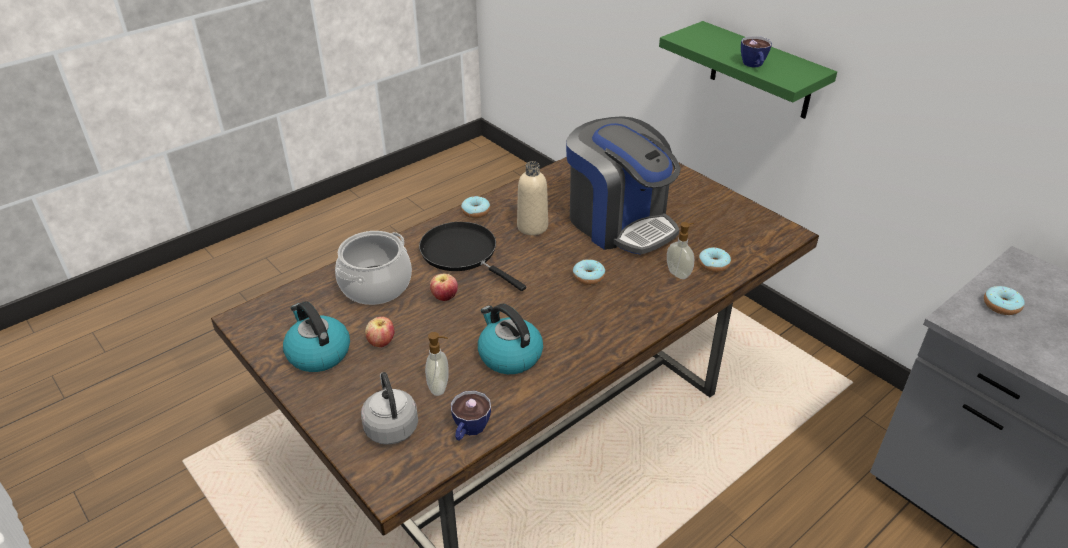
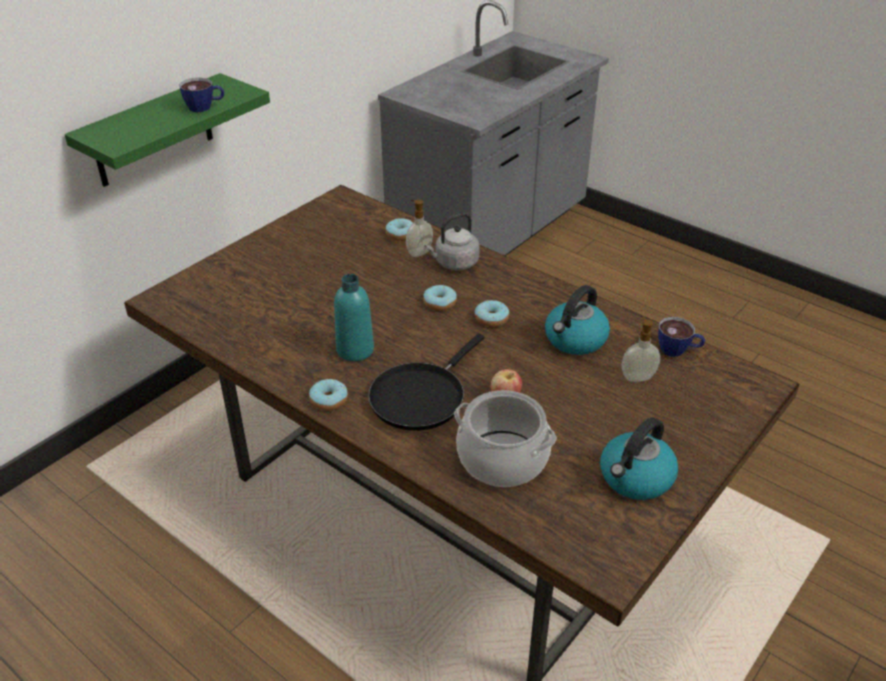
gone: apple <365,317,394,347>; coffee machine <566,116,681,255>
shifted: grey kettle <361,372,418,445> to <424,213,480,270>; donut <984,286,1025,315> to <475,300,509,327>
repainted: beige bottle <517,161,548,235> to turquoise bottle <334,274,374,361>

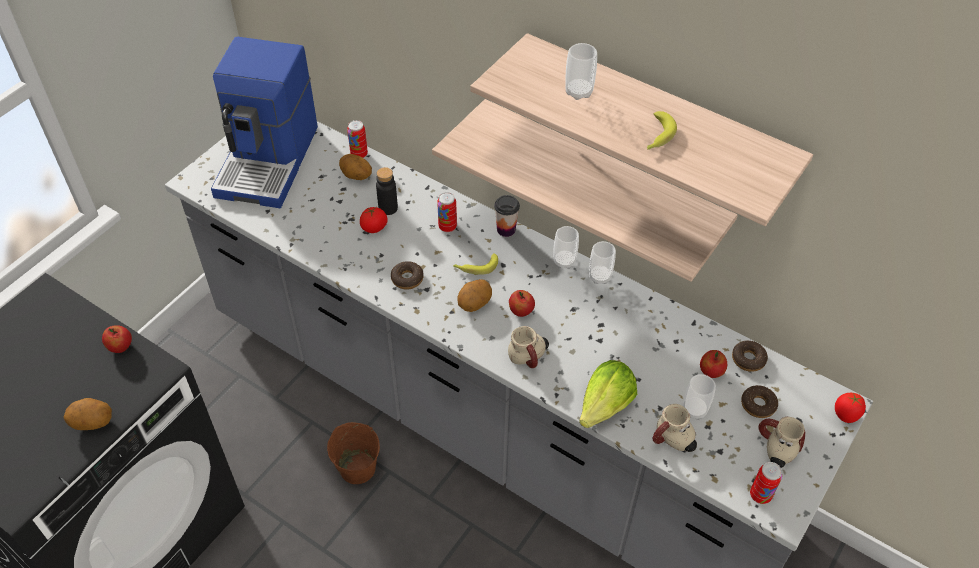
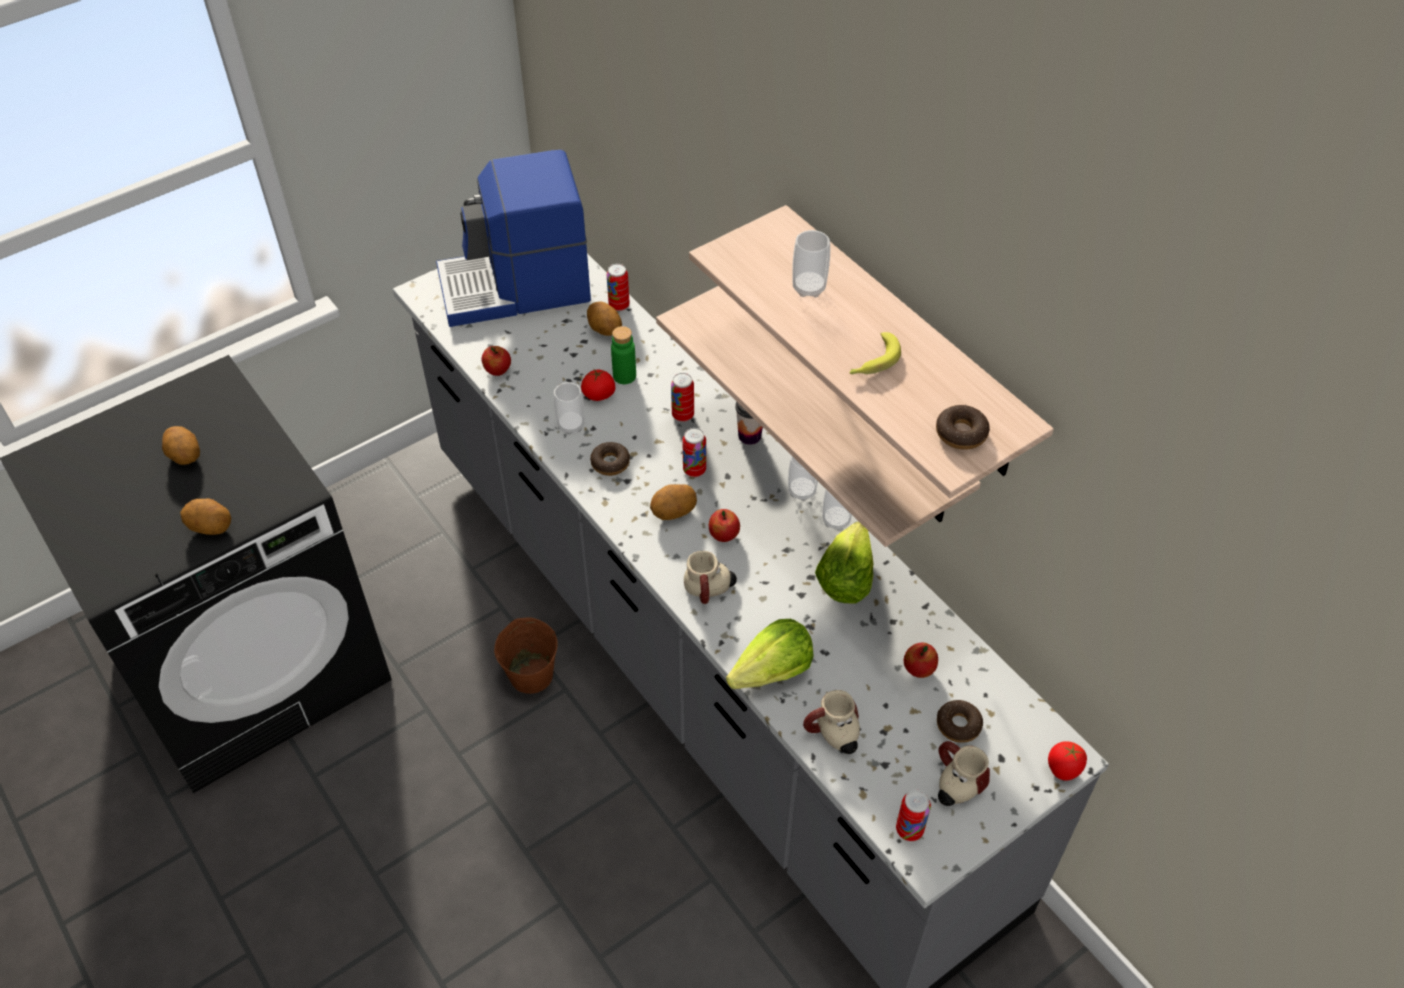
new: potato <162,426,200,465>; lettuce <815,521,873,604>
shifted: apple <102,325,132,353> to <481,346,511,376>; cup <683,374,716,420> to <554,382,584,434>; donut <732,341,768,372> to <936,405,990,450>
swapped: banana <453,253,498,275> to can <682,428,706,477>
repainted: black bottle <376,167,398,215> to green bottle <611,326,636,384>
rotated: coffee machine <211,37,318,208> = <436,150,591,327> 45 degrees clockwise

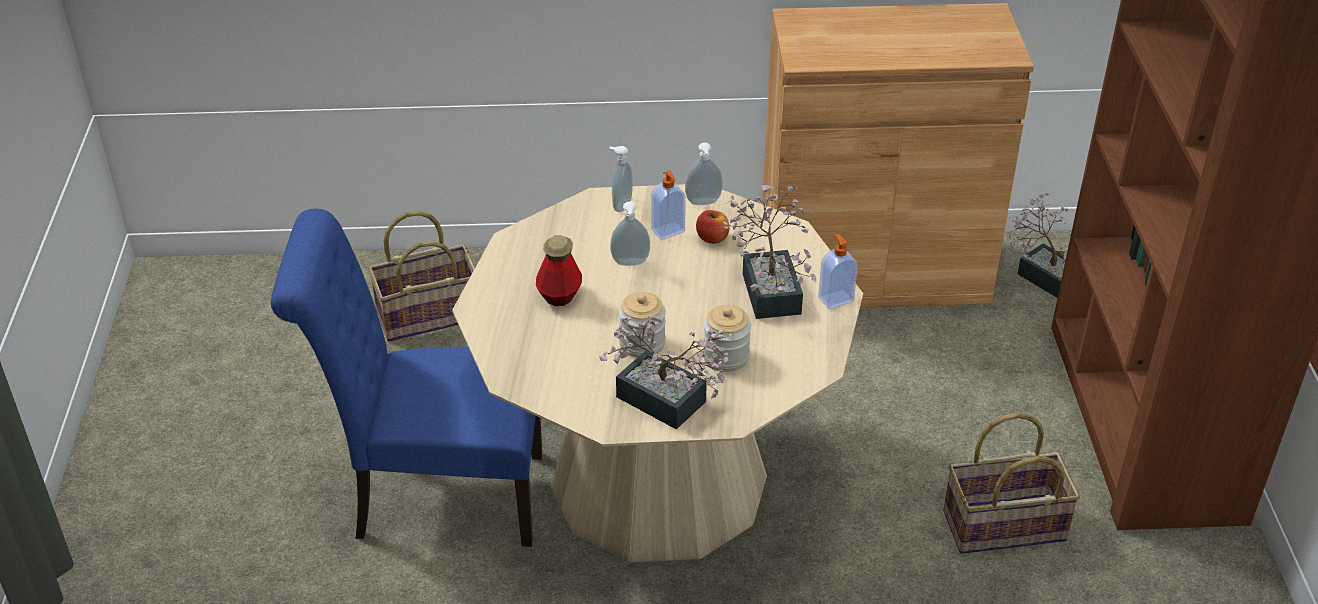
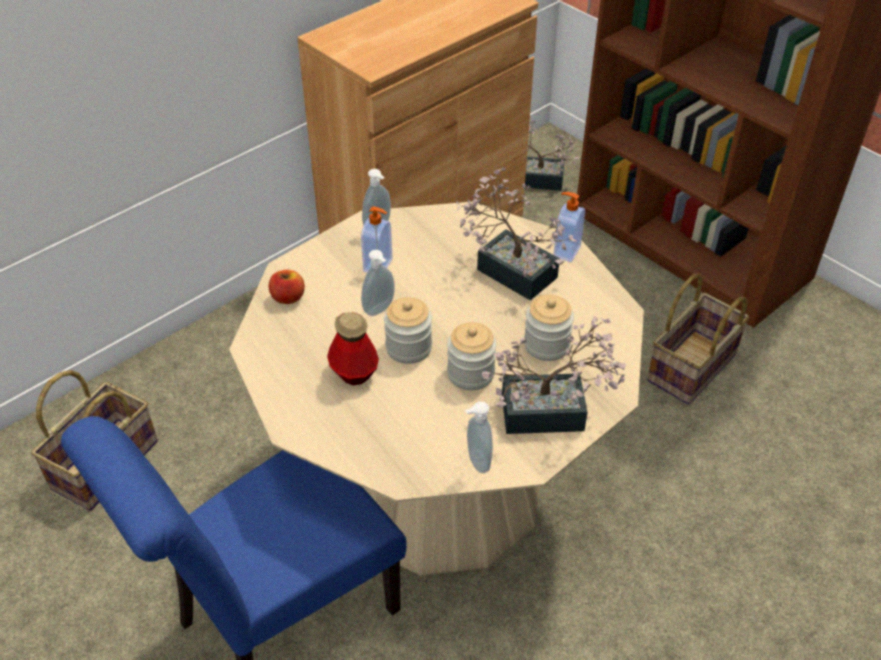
new: jar <384,297,432,364>
shifted: soap dispenser <609,146,633,212> to <465,401,493,473>; apple <696,210,729,244> to <269,270,305,304>

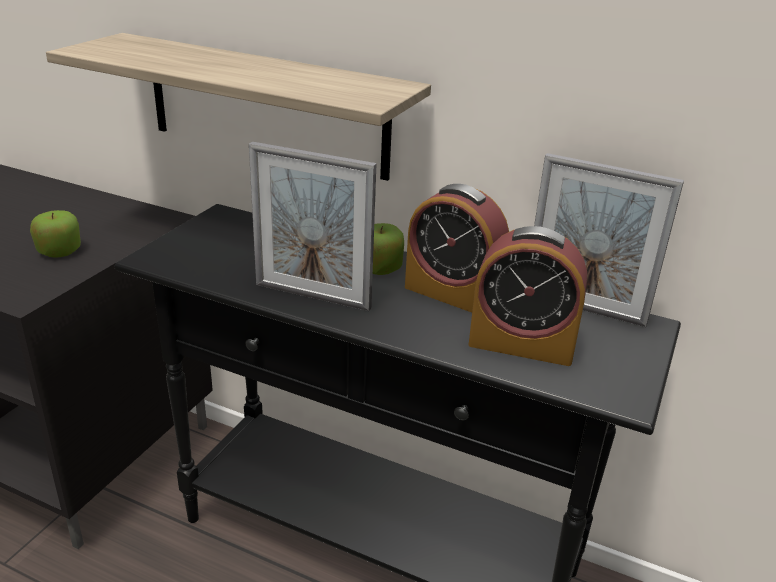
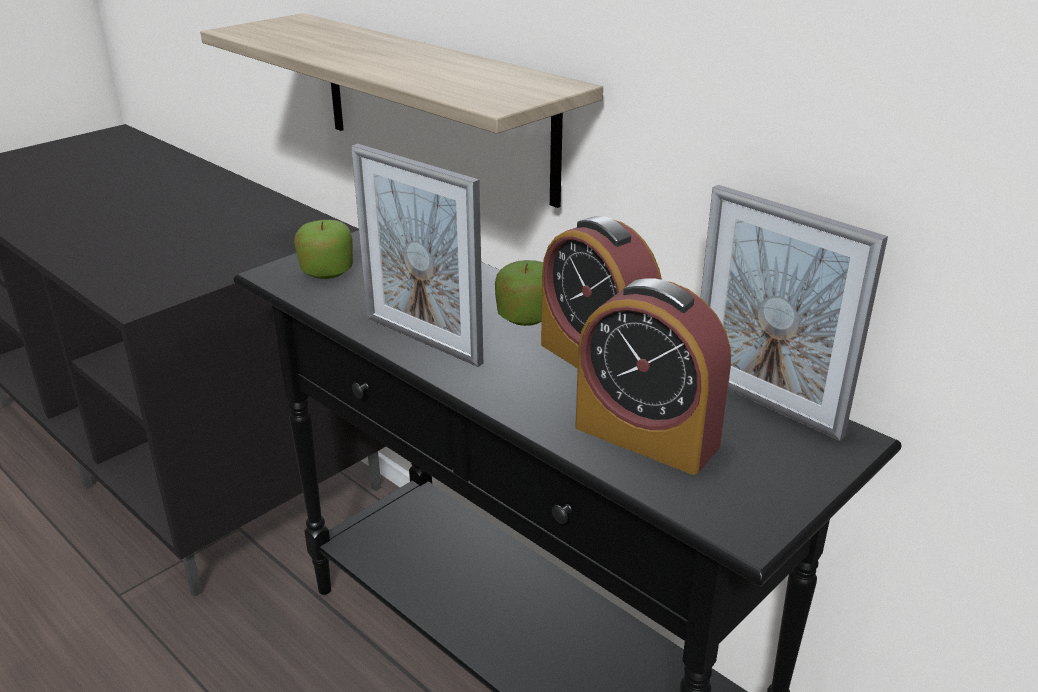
shifted: apple <30,210,81,258> to <294,220,353,279>

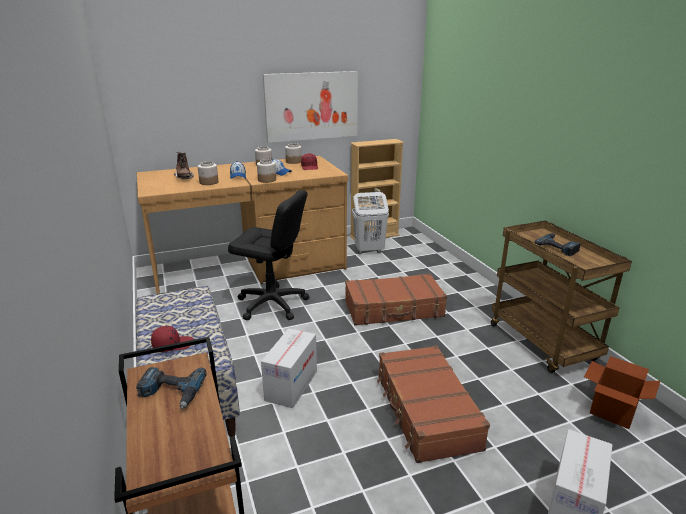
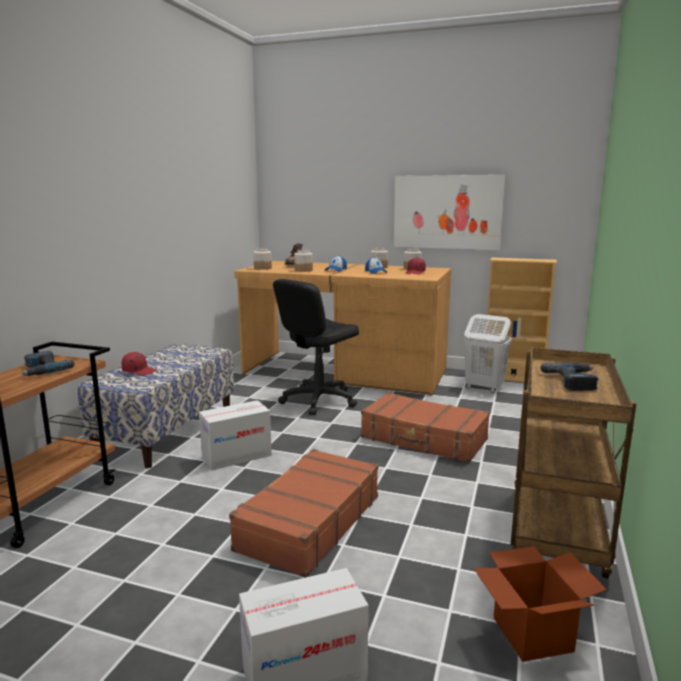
shifted: jar <257,159,276,183> to <253,249,272,270>
rotated: black office chair <228,190,310,320> = <273,279,359,415> 75 degrees clockwise

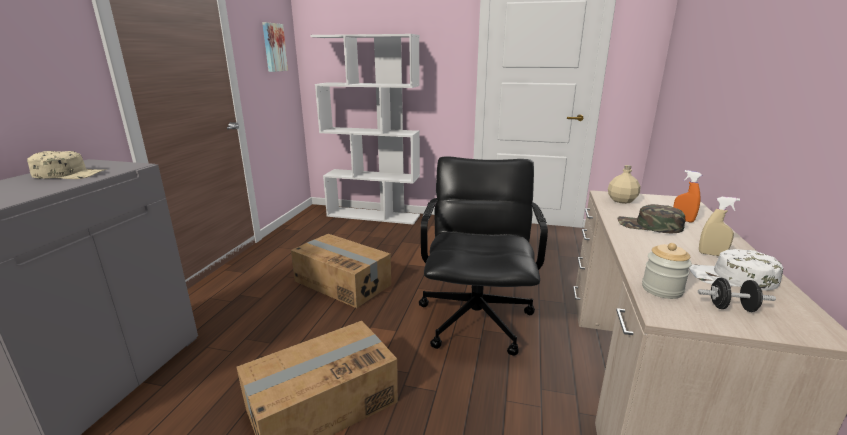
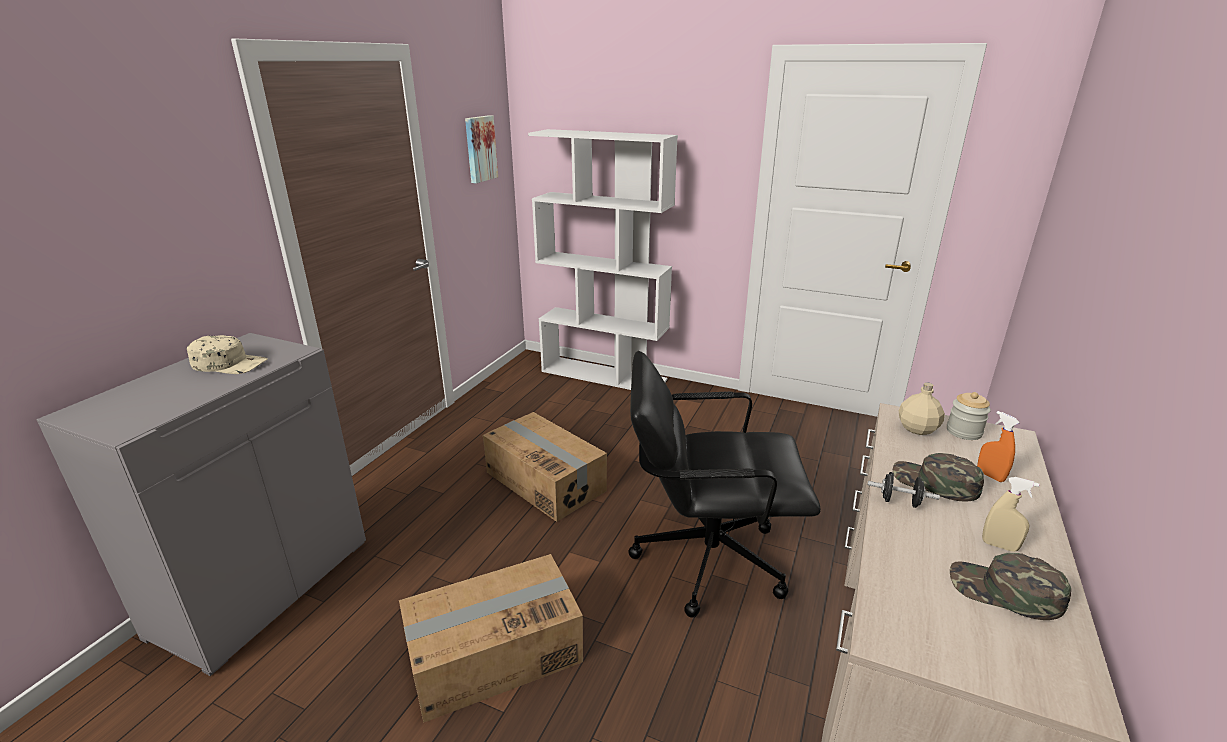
shifted: jar <642,243,692,299> to <947,392,991,440>; black dumbbell <698,278,776,312> to <868,472,940,508>
repainted: white cap <689,249,783,290> to green cap <950,553,1071,620>
rotated: black office chair <419,157,548,356> = <629,351,821,618> 105 degrees counterclockwise

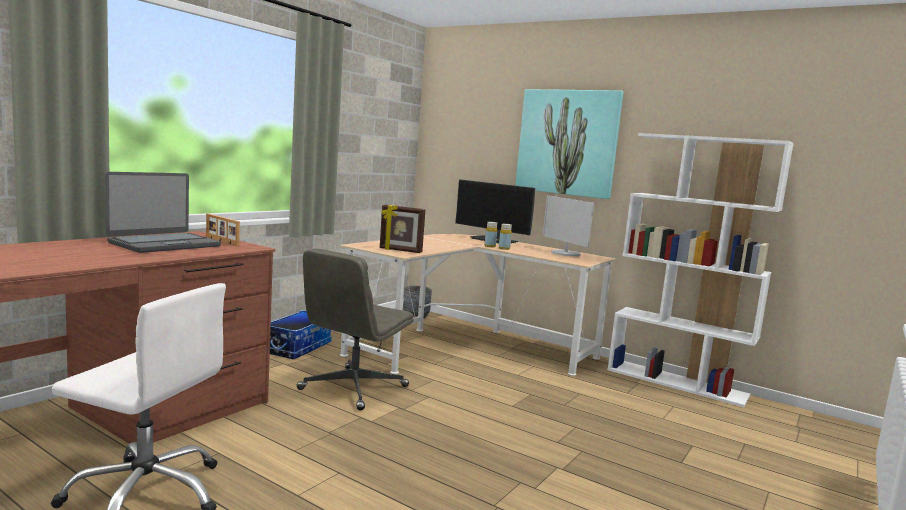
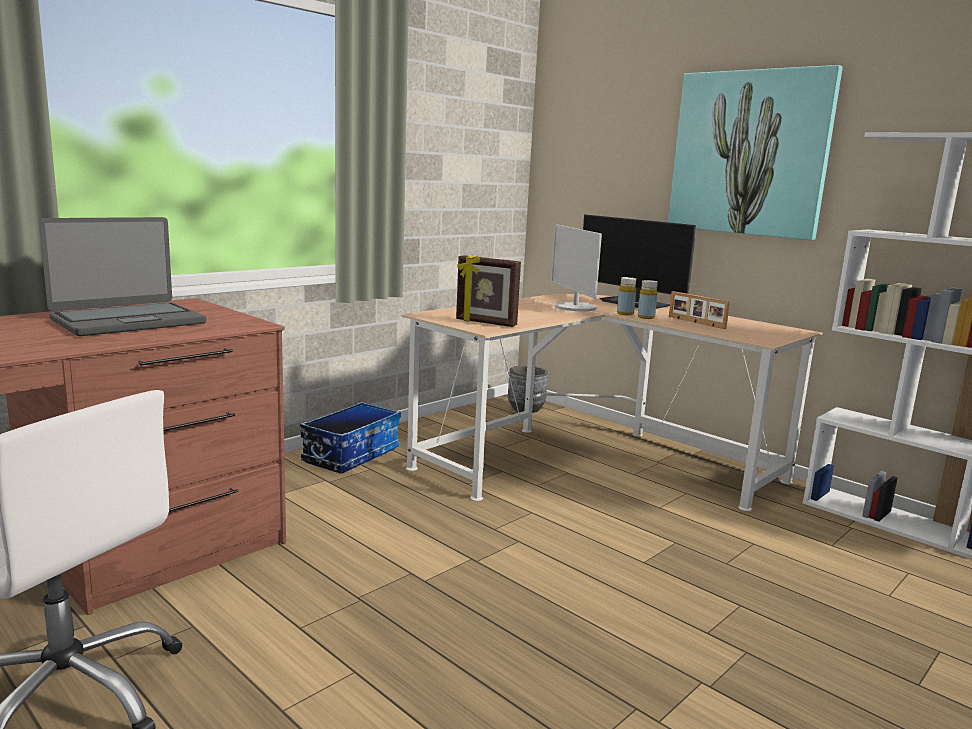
gone: grey office chair <297,249,414,411>
shifted: picture frame <206,214,240,246> to <669,291,730,329>; monitor <543,195,594,256> to <551,224,602,311>

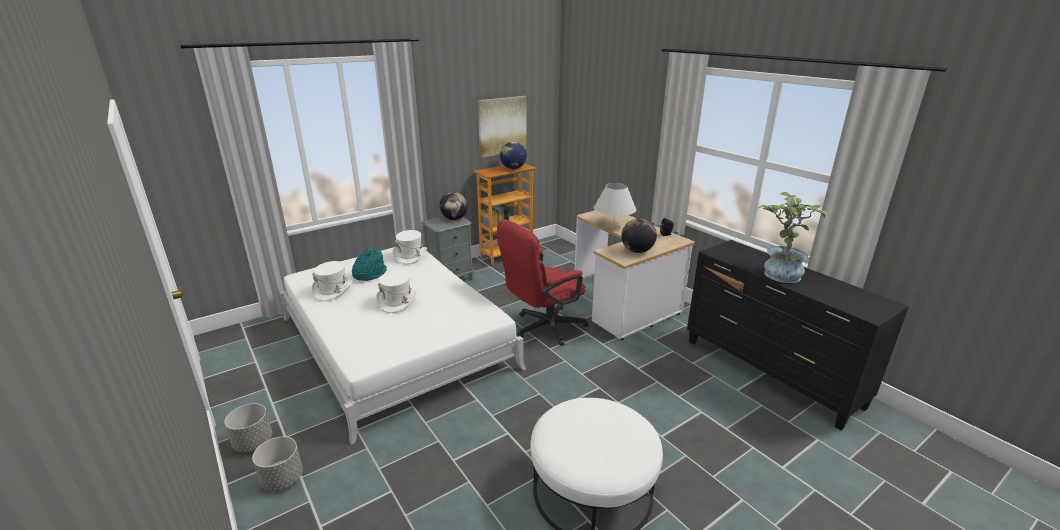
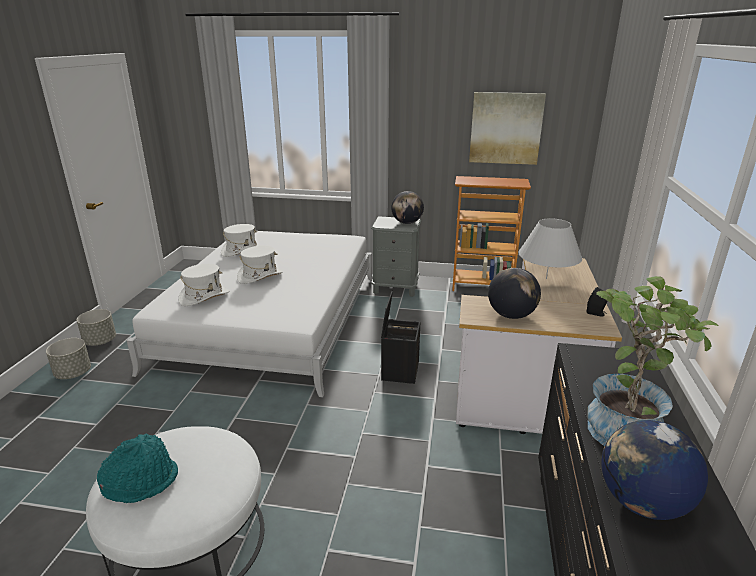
shifted: turquoise hat <352,247,387,281> to <97,433,178,503>; white hat <393,230,427,264> to <178,264,229,306>; globe <500,142,527,169> to <601,420,708,520>
swapped: red office chair <497,219,588,346> to black storage box <381,290,420,384>

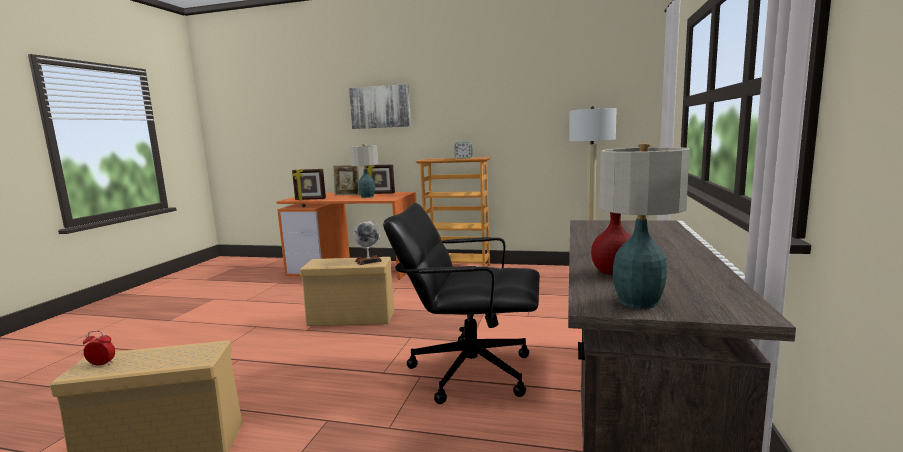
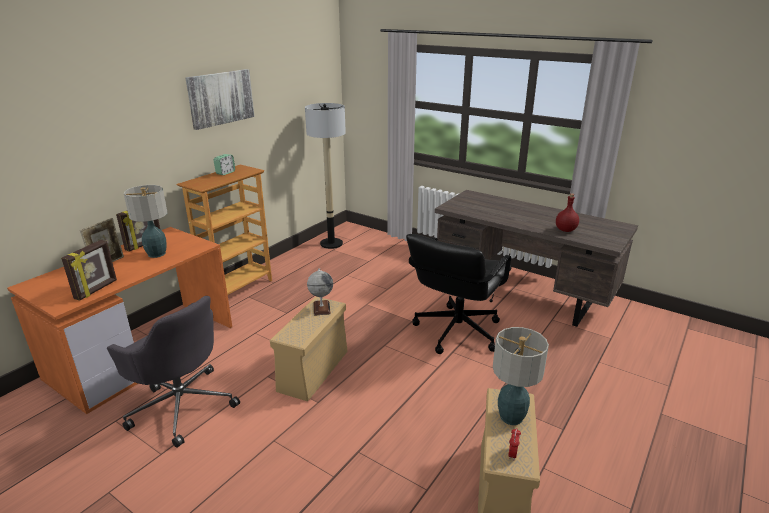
new: grey office chair <107,296,240,448>
shifted: picture <349,84,411,129> to <185,69,254,130>; table lamp <599,143,690,309> to <493,327,549,425>

